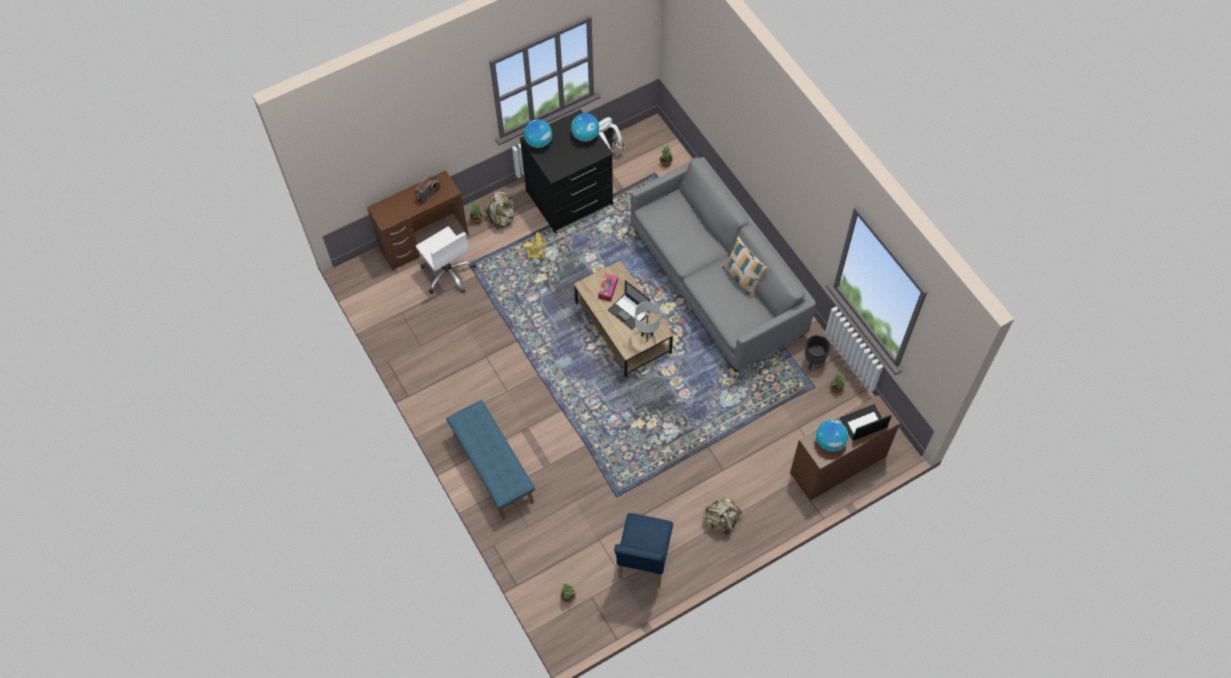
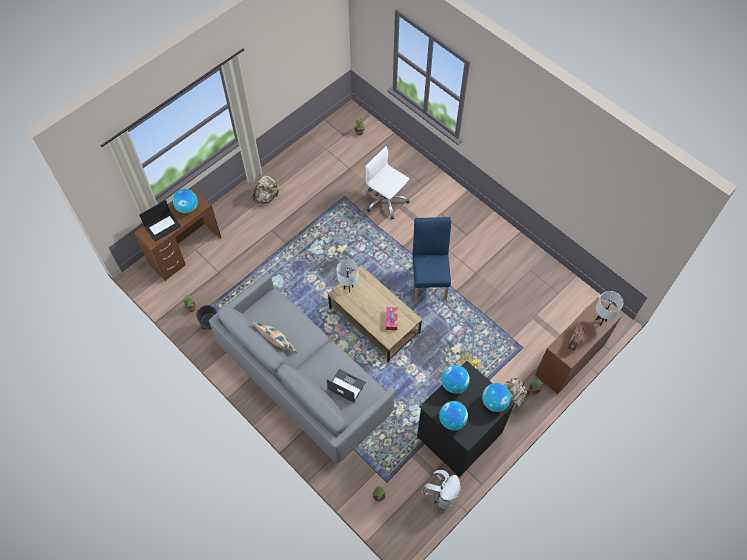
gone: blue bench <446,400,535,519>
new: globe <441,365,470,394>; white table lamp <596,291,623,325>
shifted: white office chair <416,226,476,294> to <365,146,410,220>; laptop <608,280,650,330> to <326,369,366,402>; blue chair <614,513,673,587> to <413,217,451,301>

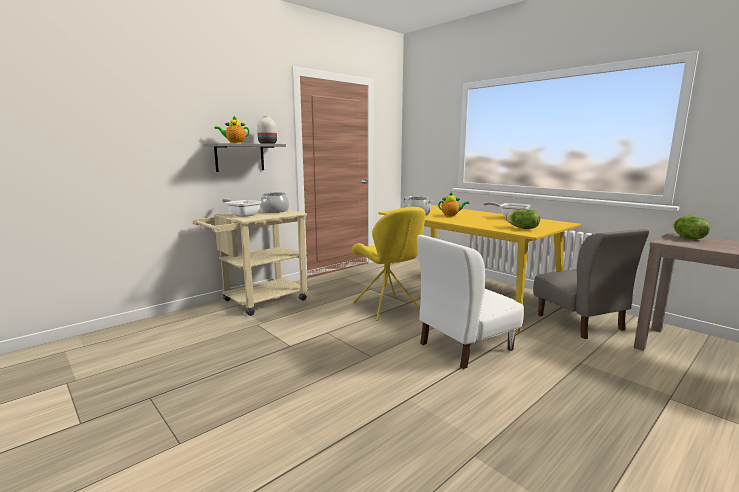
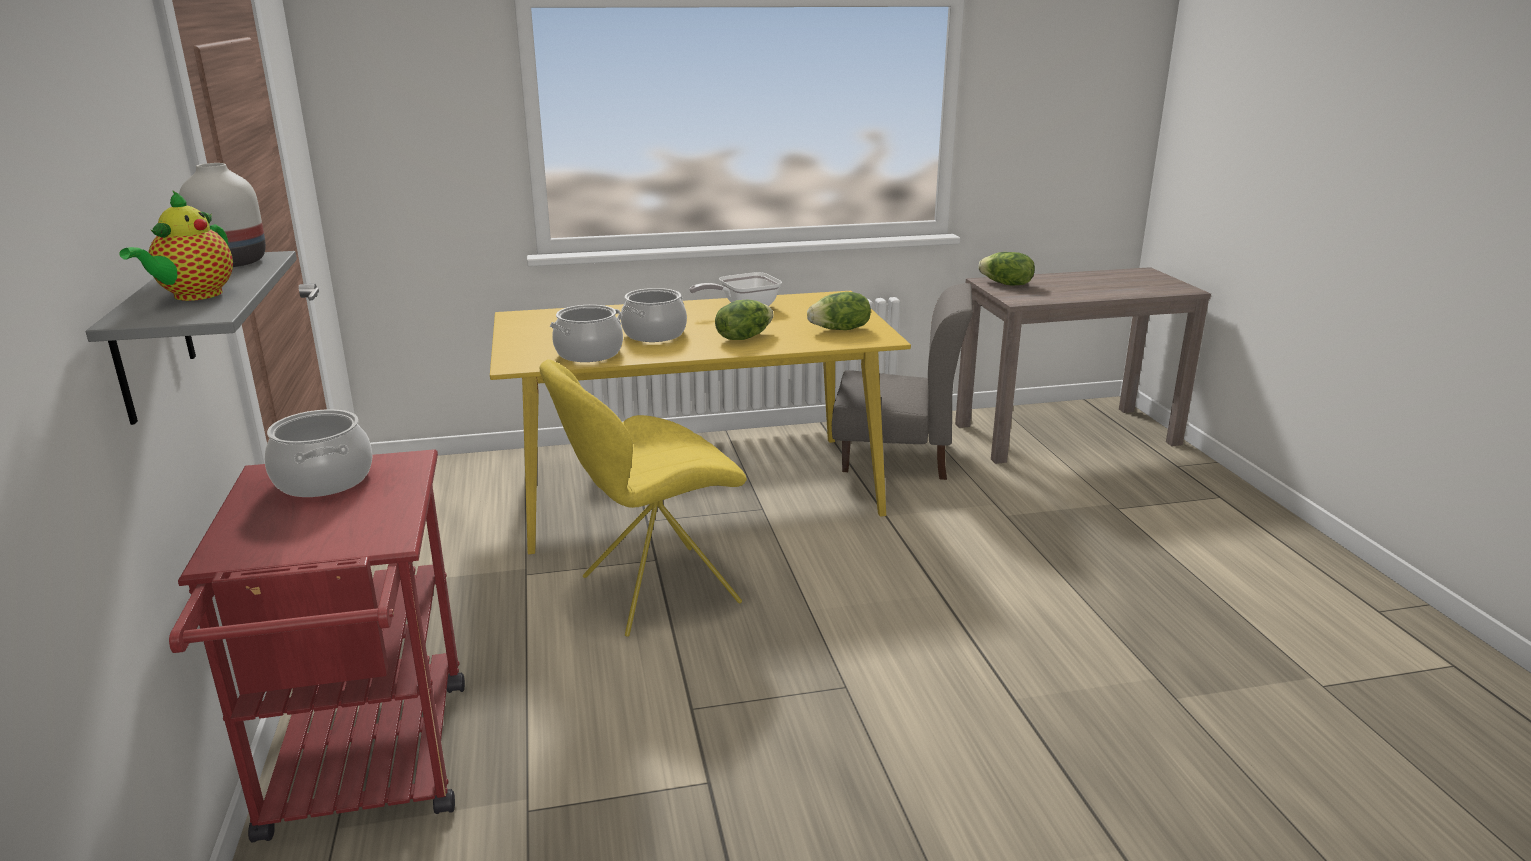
gone: frying pan <222,199,261,217>; white chair <417,235,524,369>
new: lettuce <715,300,774,340>
swapped: teapot <438,192,469,217> to cooking pot <621,288,687,342>
repainted: beige cart <193,209,308,316> to red cart <169,449,465,842>
rotated: yellow chair <352,207,426,321> = <540,359,747,637> 150 degrees clockwise

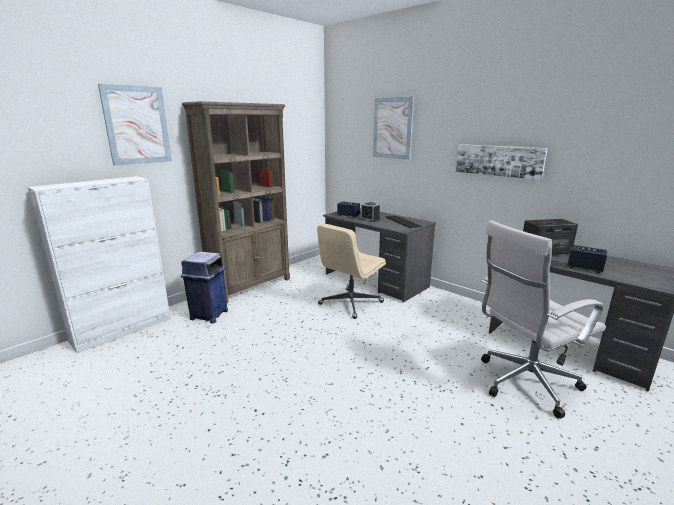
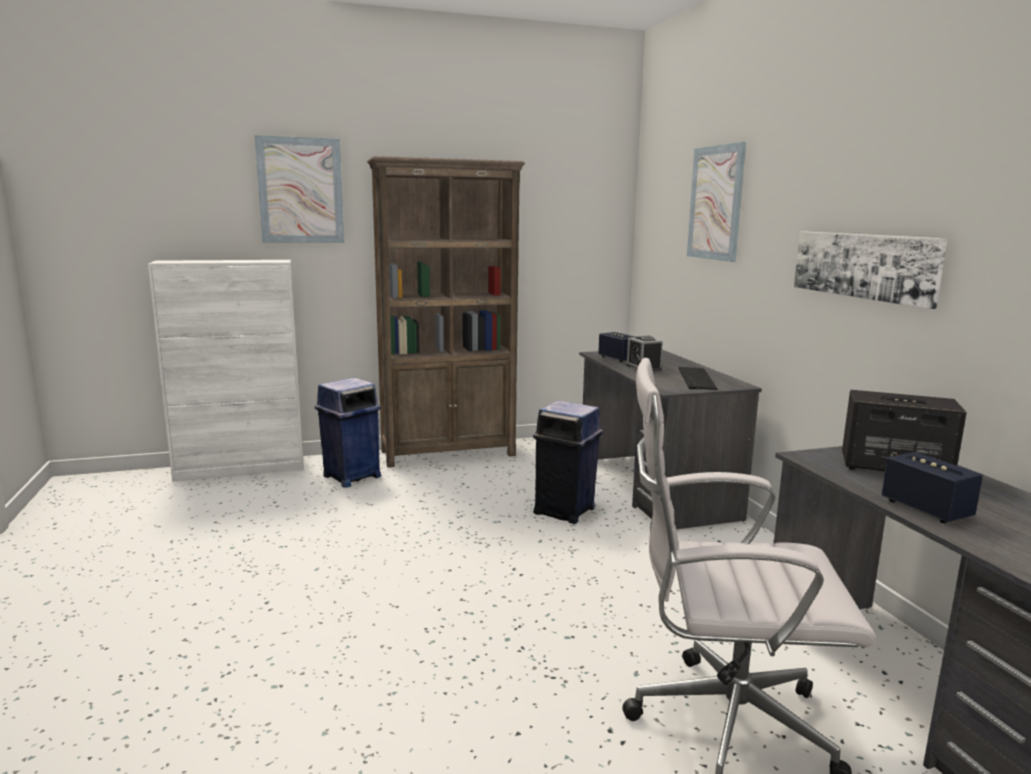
swapped: beige office chair <317,224,386,319> to blue trash can <533,400,603,524>

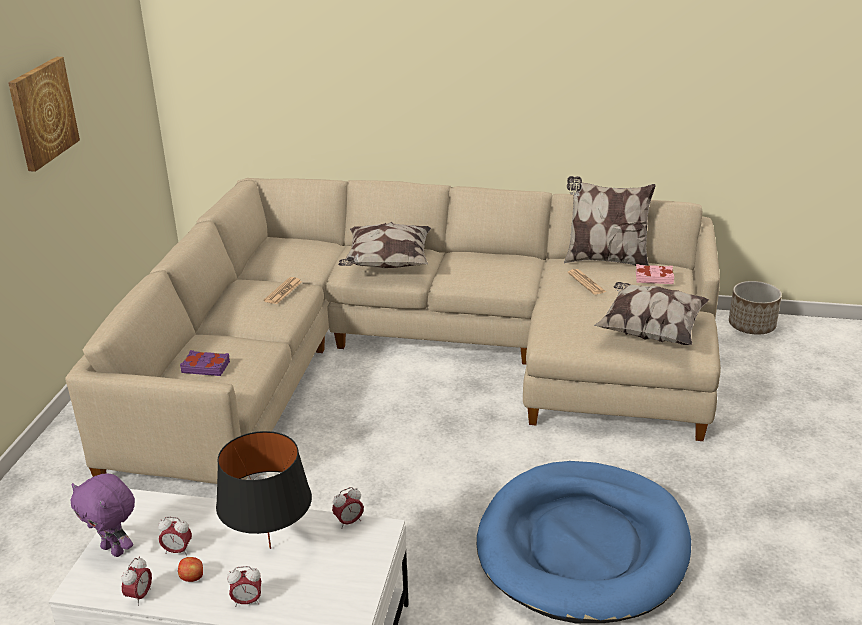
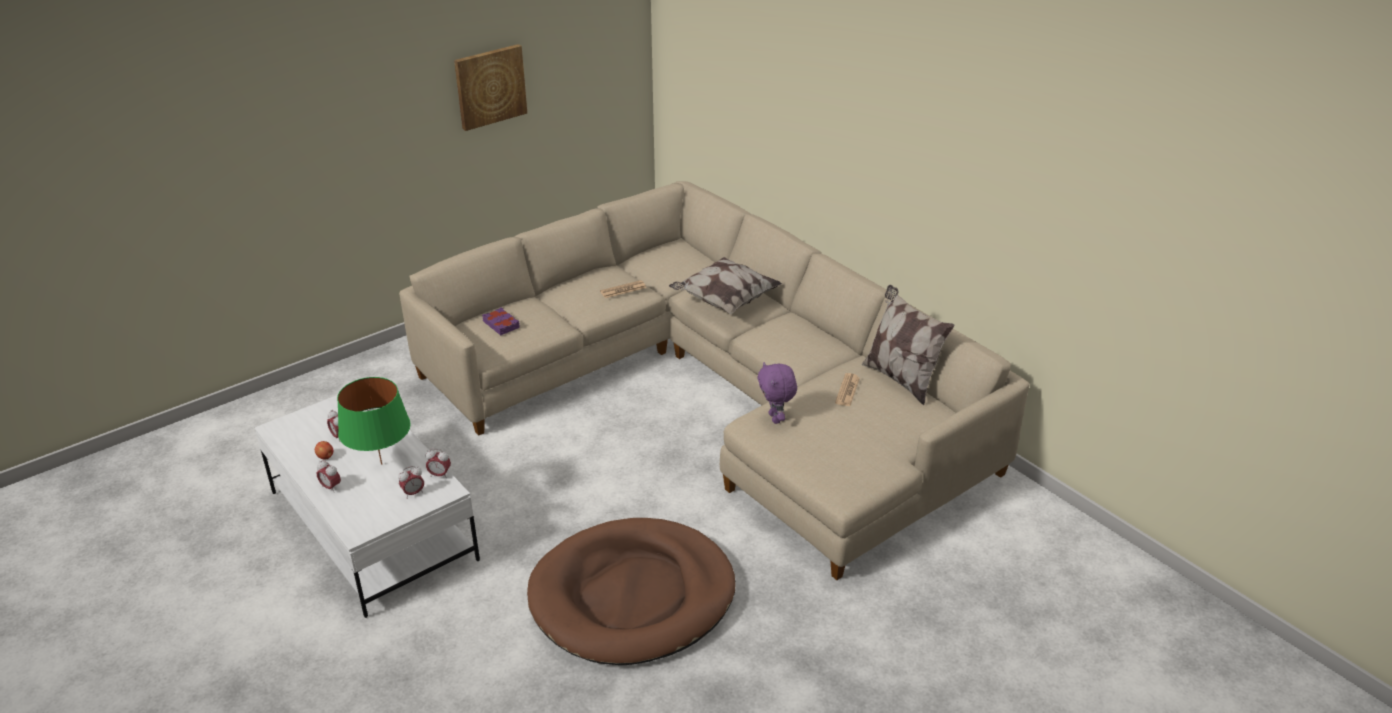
gone: pillow <594,282,709,345>; pink book <636,264,674,284>; planter <729,281,782,335>
shifted: purple plush toy <71,473,135,557> to <757,362,797,424>; alarm clock <121,556,152,606> to <398,466,424,497>
repainted: black table lamp <216,431,312,549> to green table lamp <337,377,411,465>; blue dog bed <477,461,691,623> to brown dog bed <527,518,736,665>

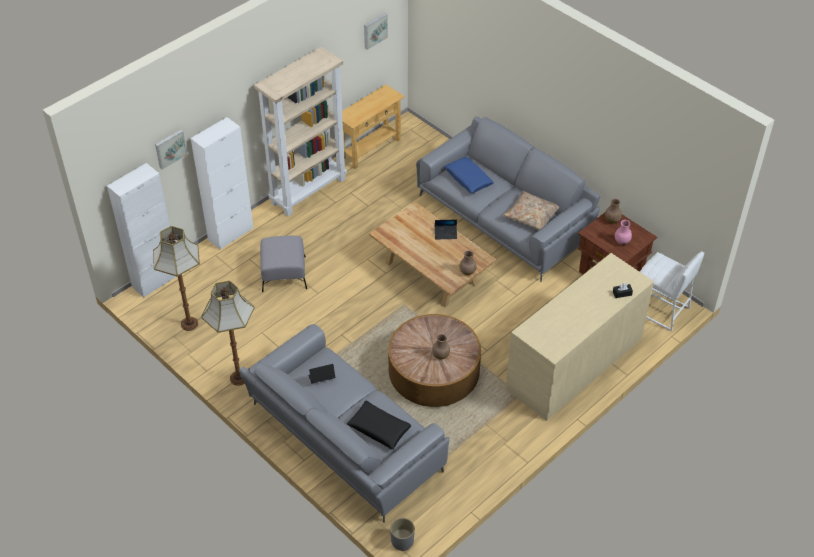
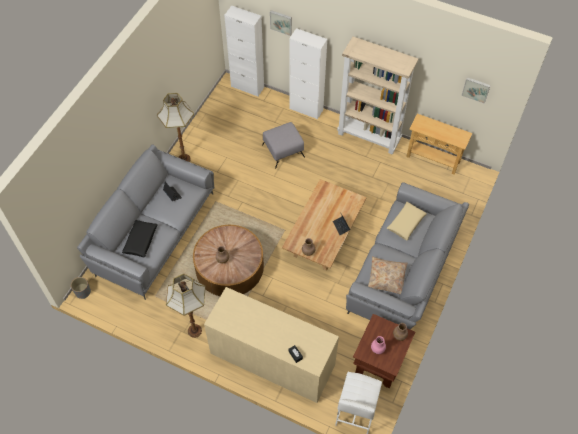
shifted: floor lamp <153,226,200,331> to <166,274,206,338>
repainted: blue pillow <444,157,494,193> to beige pillow <387,202,427,241>

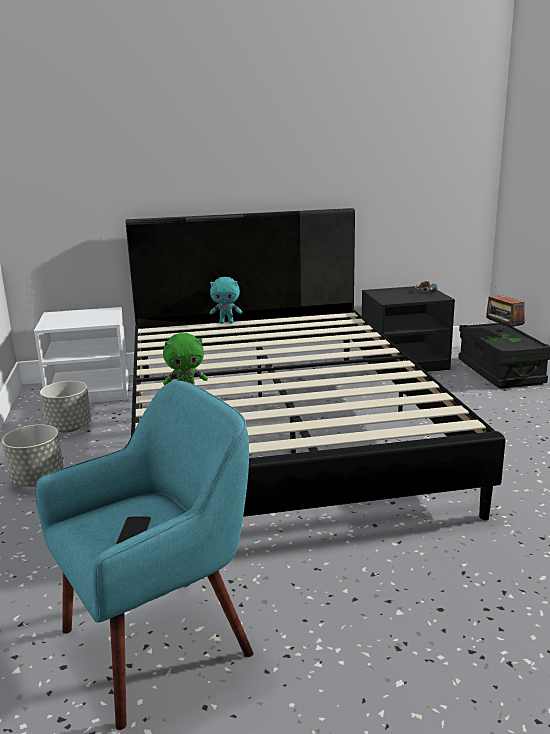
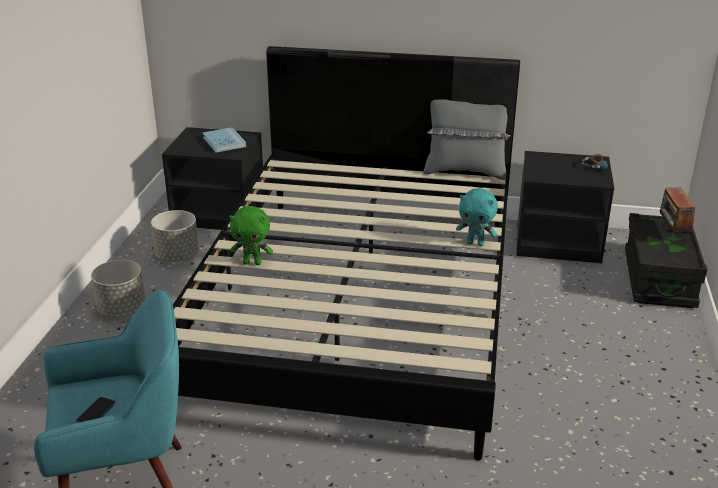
new: blue book <203,127,246,152>; grey pillow <423,99,510,180>
shifted: turquoise plush toy <210,277,242,324> to <456,188,498,246>
repainted: white nightstand <34,307,129,403> to black nightstand <162,127,263,230>

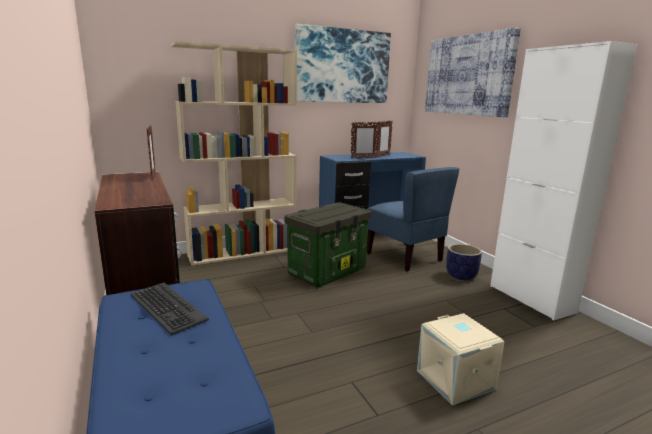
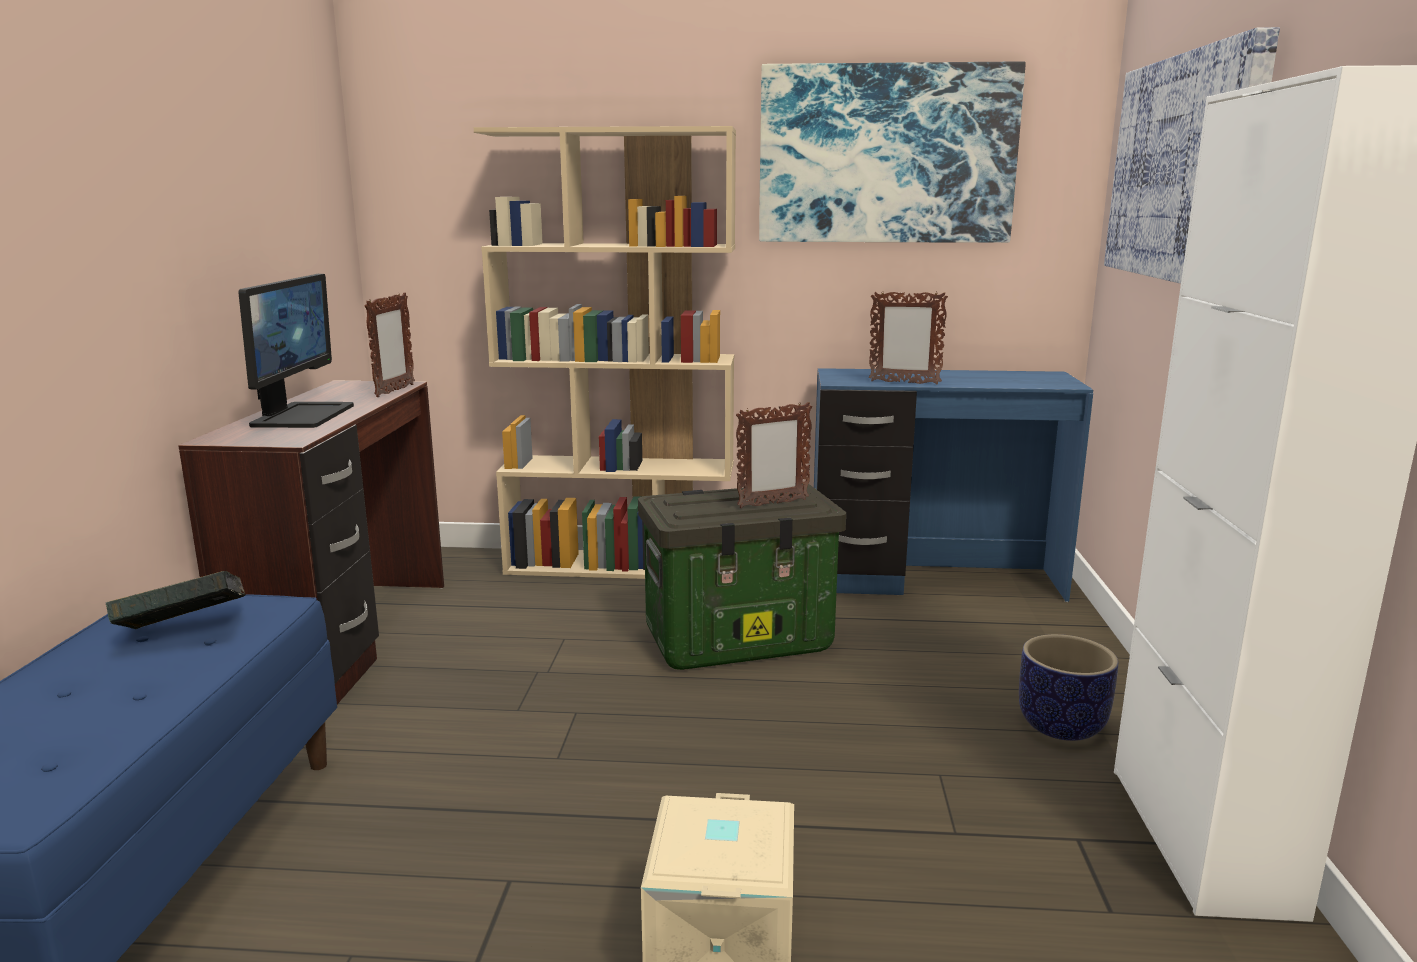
gone: blue chair <367,167,459,271>
new: monitor <238,274,354,428>
shifted: picture frame <377,120,392,157> to <736,402,812,508>
swapped: keyboard <130,282,209,336> to book <105,571,245,629>

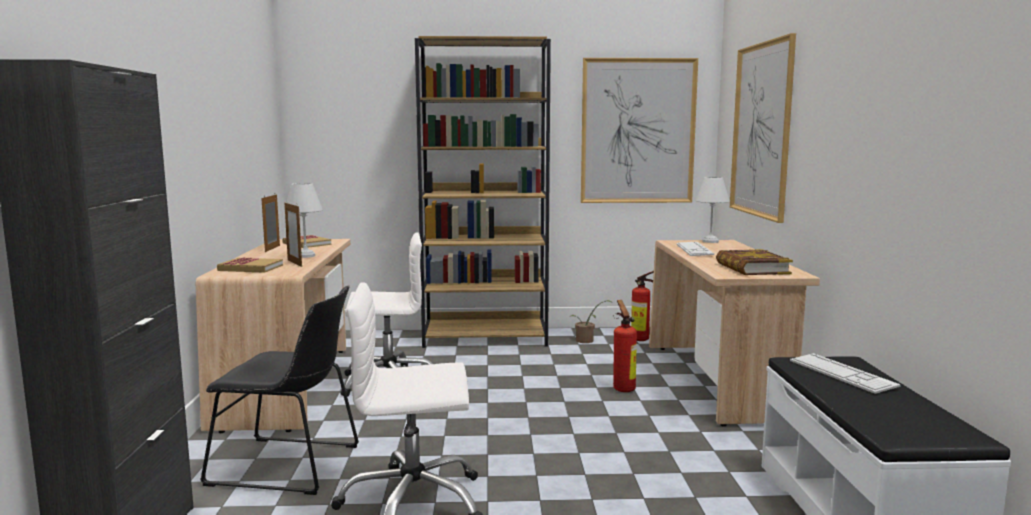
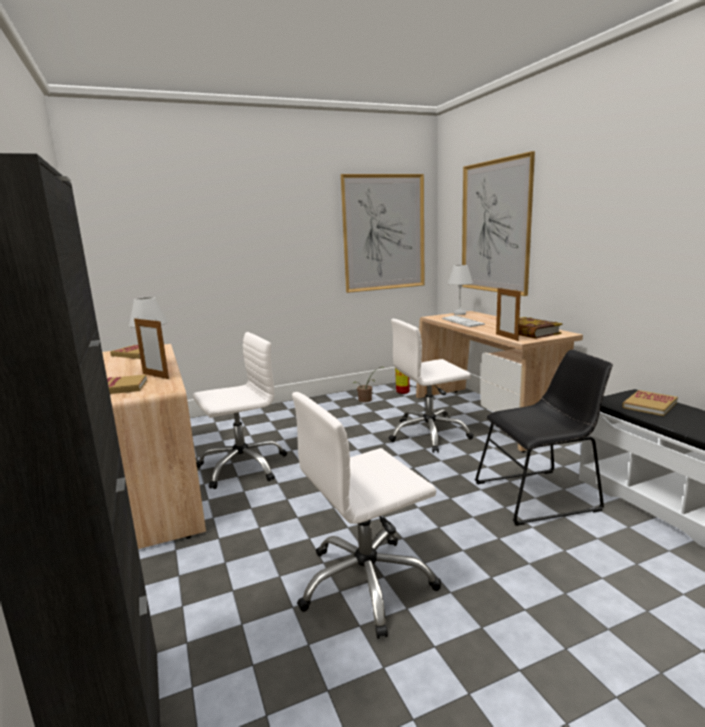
gone: brown bookcase <415,36,551,348>
shifted: black chair <200,285,359,495> to <475,349,613,526>; picture frame <261,194,280,252> to <496,288,521,341>
swapped: fire extinguisher <613,300,637,392> to white office chair <389,319,474,453>; keyboard <790,353,901,394> to book <622,390,678,416>

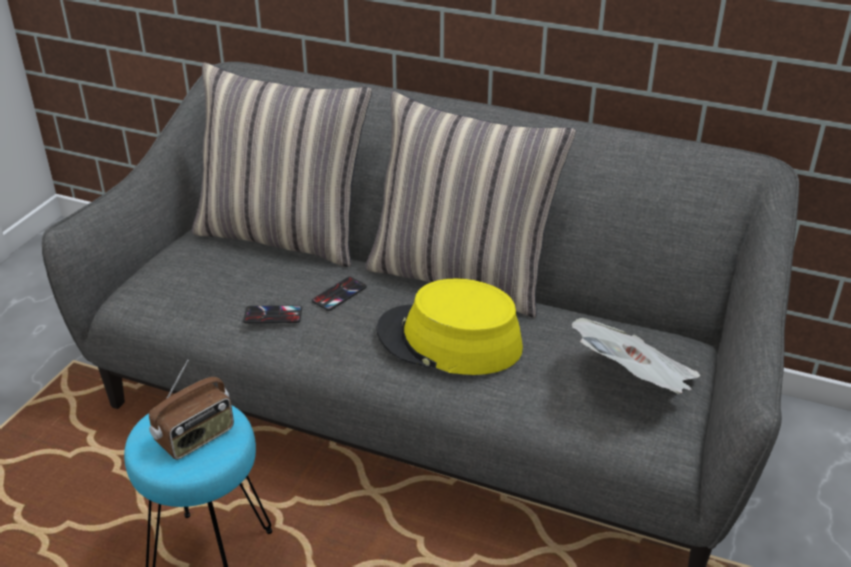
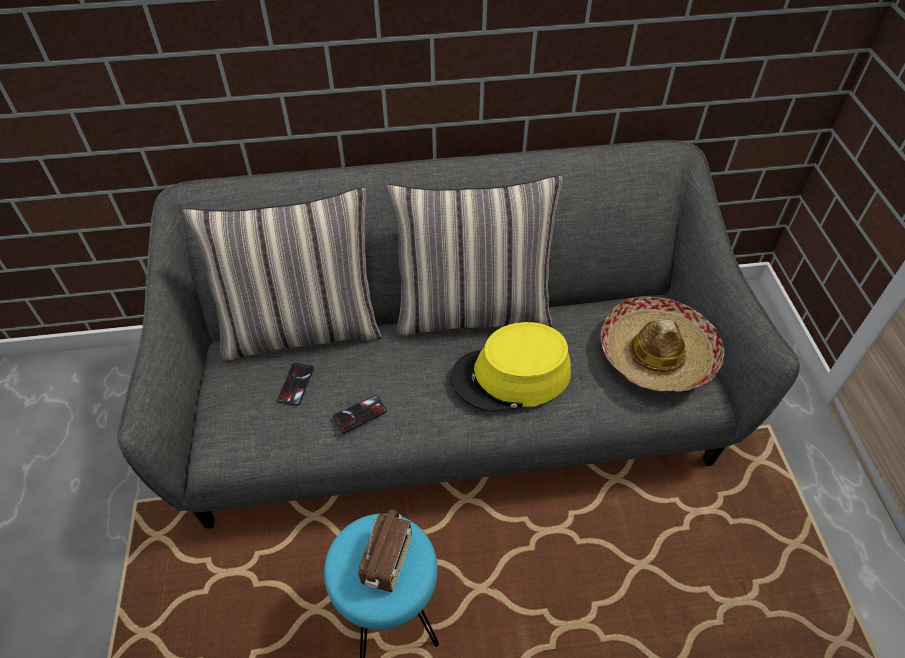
shifted: phone <312,277,367,311> to <277,363,314,406>
swapped: newspaper <572,318,700,394> to hat <601,296,724,393>

